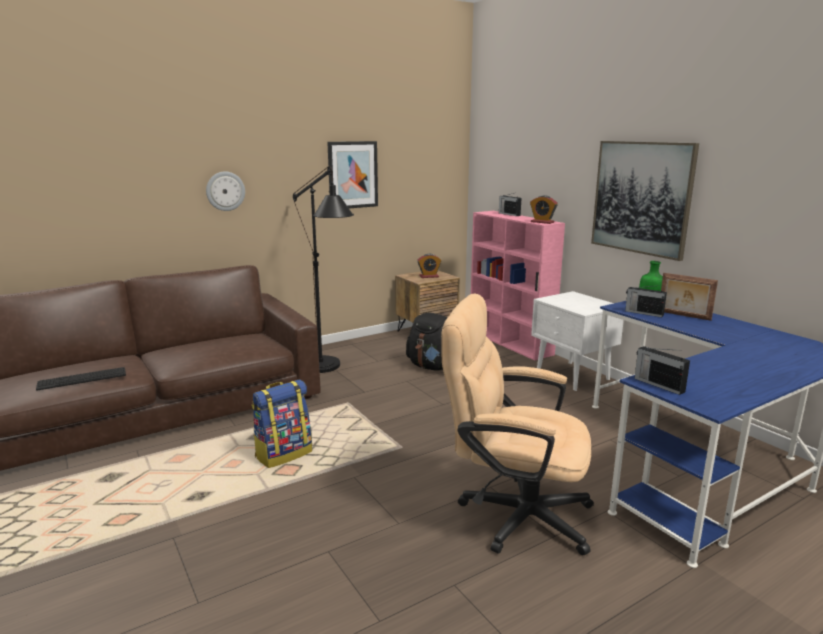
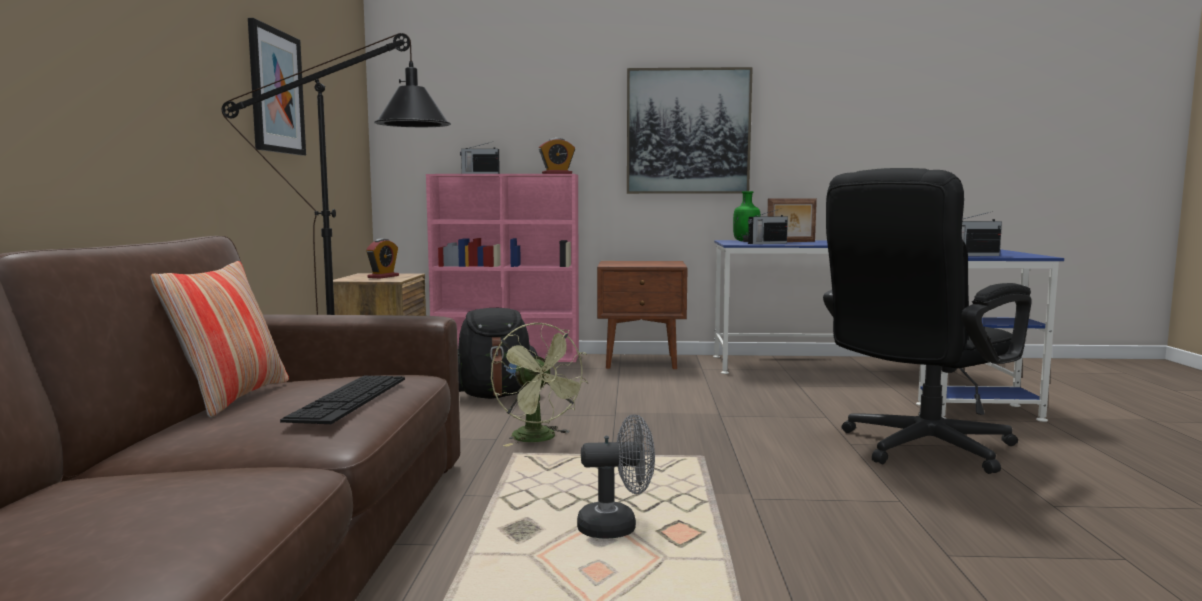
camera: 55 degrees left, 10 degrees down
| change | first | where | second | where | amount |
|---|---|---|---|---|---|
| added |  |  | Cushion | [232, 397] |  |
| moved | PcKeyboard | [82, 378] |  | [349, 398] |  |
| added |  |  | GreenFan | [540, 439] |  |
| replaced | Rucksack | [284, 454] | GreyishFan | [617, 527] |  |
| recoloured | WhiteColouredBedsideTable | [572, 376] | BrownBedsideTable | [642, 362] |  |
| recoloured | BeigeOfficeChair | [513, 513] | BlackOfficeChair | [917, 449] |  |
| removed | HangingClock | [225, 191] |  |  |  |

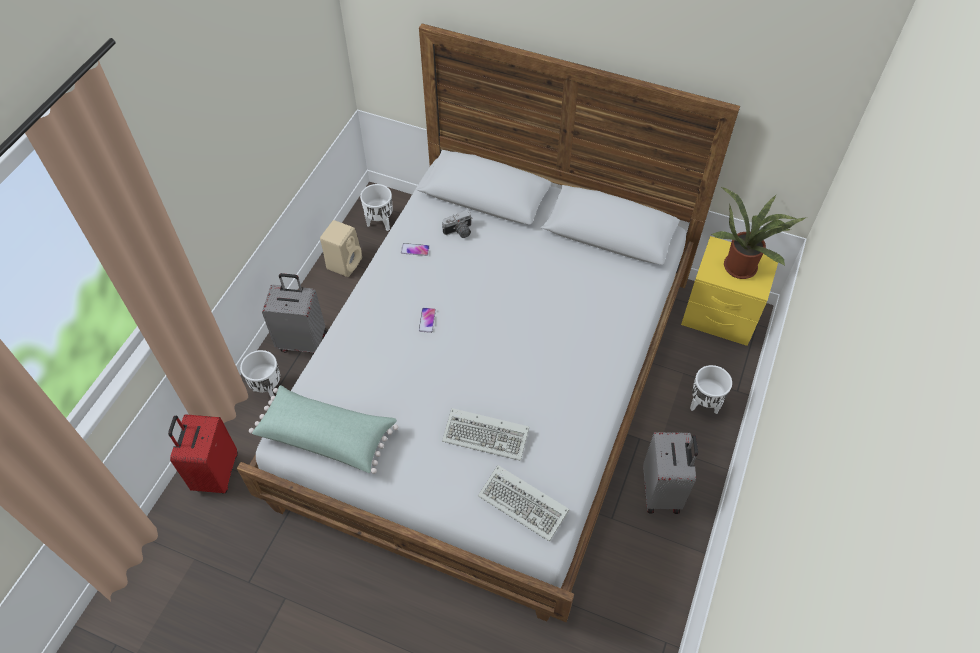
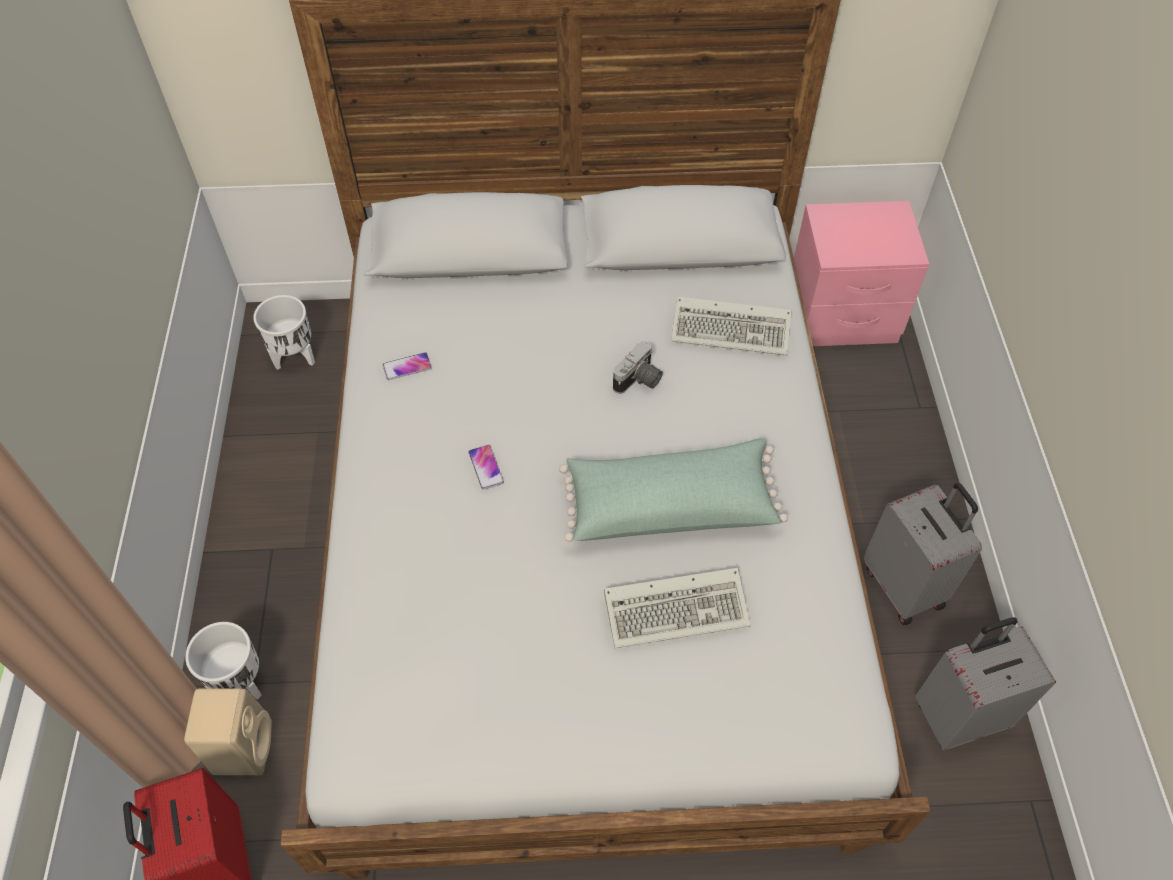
camera: 25 degrees left, 0 degrees up
| change | first | where | second | where | amount |
|---|---|---|---|---|---|
| moved | BeigeLoudspeaker | [344, 262] |  | [242, 745] |  |
| moved | GreenCushion | [327, 435] |  | [669, 504] |  |
| moved | StillCamera | [459, 232] |  | [639, 381] |  |
| moved | PcKeyboard | [525, 504] |  | [733, 329] |  |
| recoloured | YellowColouredBedsideTable | [720, 315] | PinkishBedsideTable | [841, 316] |  |
| moved | GreyishPieceOfLuggage | [303, 341] |  | [959, 714] |  |
| removed | WhiteColouredFlowerPot | [703, 404] |  |  |  |
| removed | PlantInAPot | [742, 265] |  |  |  |

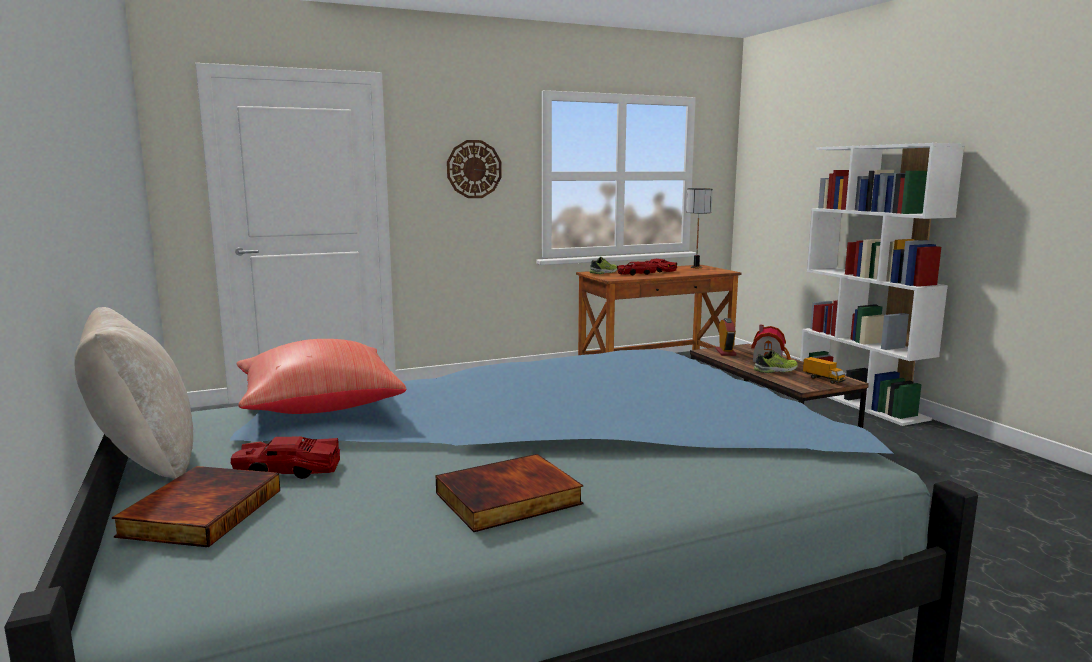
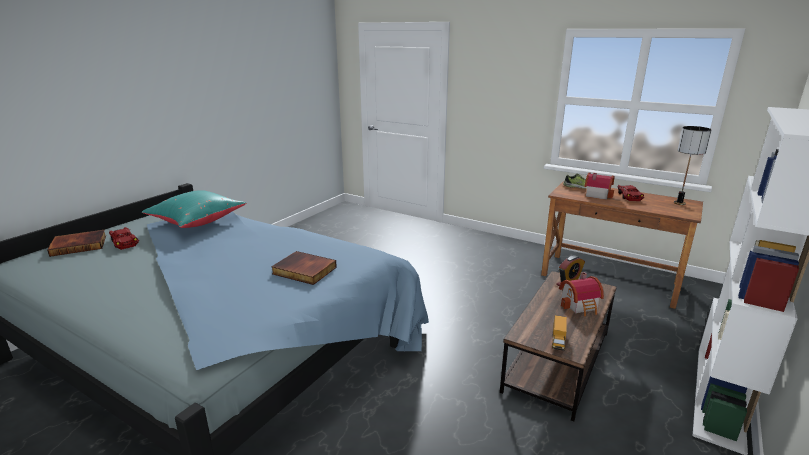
camera: 55 degrees right, 10 degrees up
| change | first | where | second | where | amount |
|---|---|---|---|---|---|
| recoloured | ReddishCushion | [318, 407] | TurquoiseColouredCushion | [196, 222] |  |
| moved | Book | [508, 500] |  | [303, 271] |  |
| replaced | ReddishToyCar | [636, 274] | ModelHouse | [597, 194] |  |
| removed | BeigeCushion | [144, 459] |  |  |  |
| removed | HangingClock | [474, 169] |  |  |  |
| removed | ItemOfFootwear | [776, 370] |  |  |  |

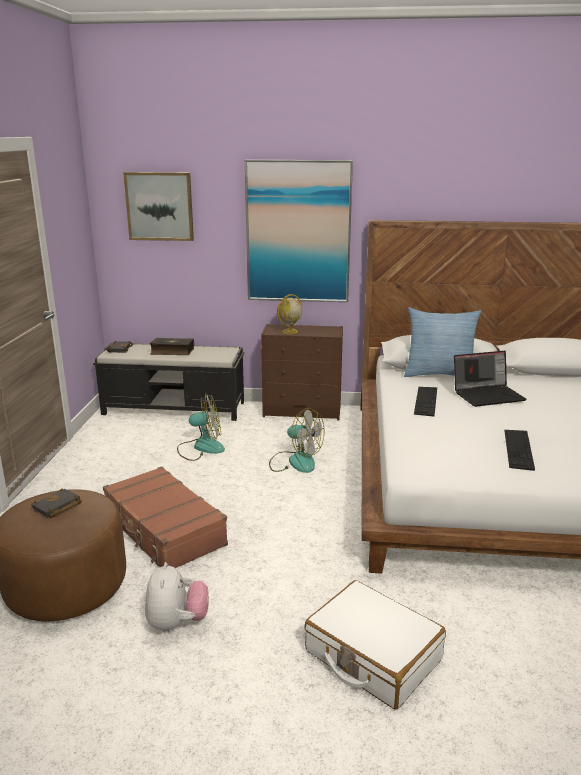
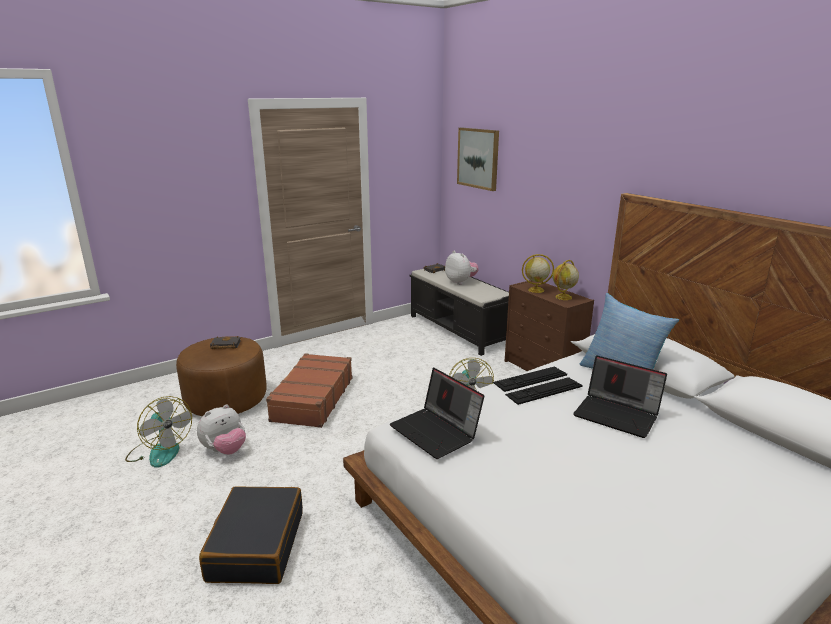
camera: 50 degrees right, 0 degrees up
| change | first | where | second | where | amount |
|---|---|---|---|---|---|
| moved | Fan | [201, 447] |  | [160, 451] |  |
| recoloured | WhiteColouredPieceOfLuggage | [372, 656] | BlackPieceOfLuggage | [256, 545] |  |
| added |  |  | Laptop | [436, 432] |  |
| replaced | Book | [172, 351] | PlushToy | [461, 282] |  |
| moved | PcKeyboard | [518, 449] |  | [530, 378] |  |
| added |  |  | DeskGlobe | [563, 297] |  |
| removed | Picture | [298, 232] |  |  |  |

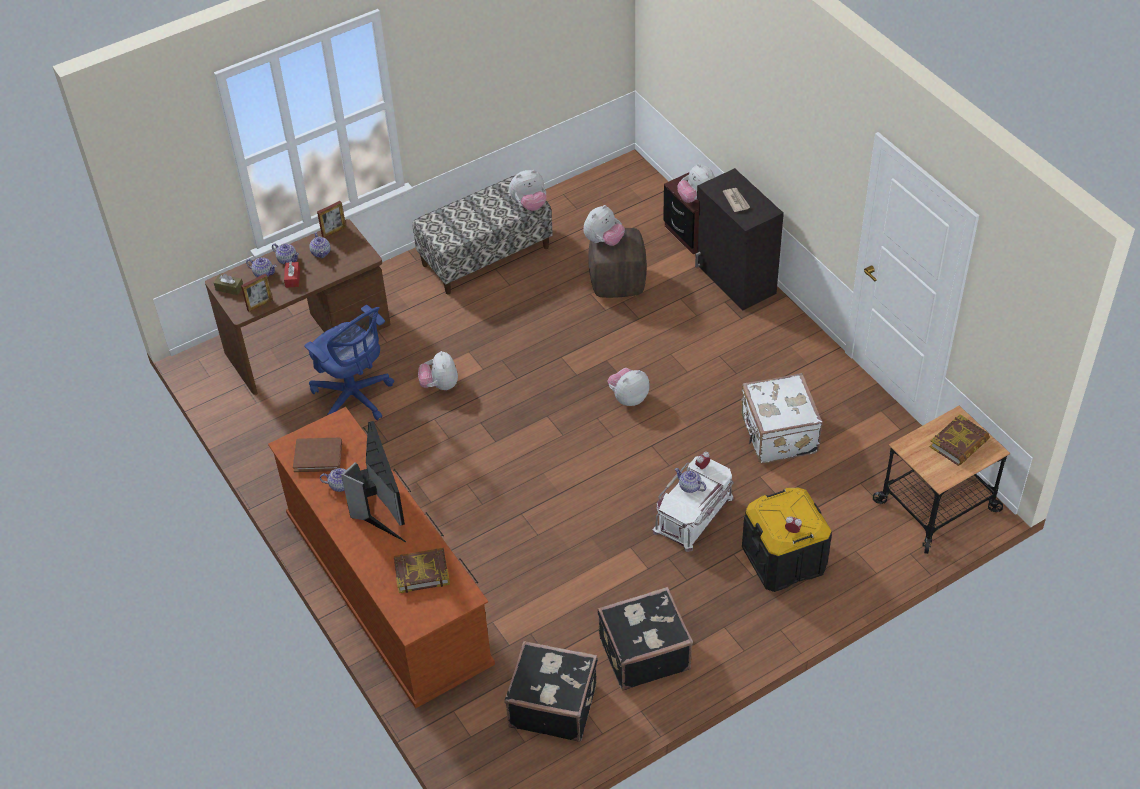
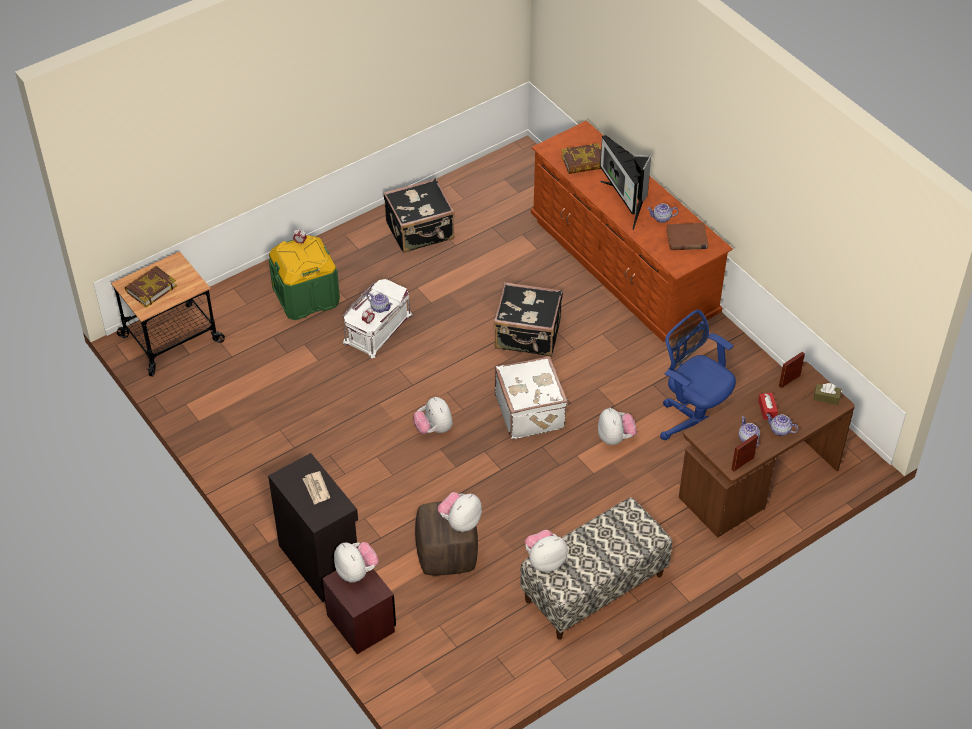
camera: 175 degrees right, 0 degrees up
| change | first | where | second | where | amount |
|---|---|---|---|---|---|
| recoloured | BlackStorageBin | [783, 559] | GreenStorageBin | [306, 296] |  |
| turned | PlushToy | [628, 398] |  | [434, 429] | 105 degrees clockwise |
| moved | BlackPieceOfLuggage | [553, 704] |  | [528, 335] |  |
| moved | WhiteColouredPieceOfLuggage | [777, 435] |  | [531, 411] |  |
| removed | TeaPot | [263, 273] |  |  |  |

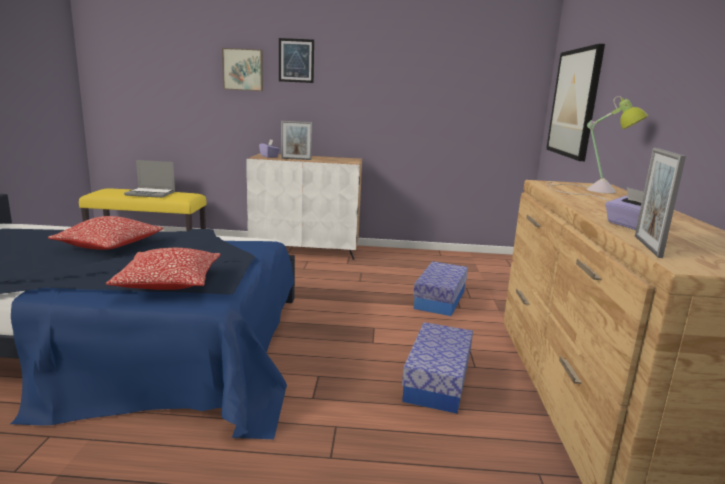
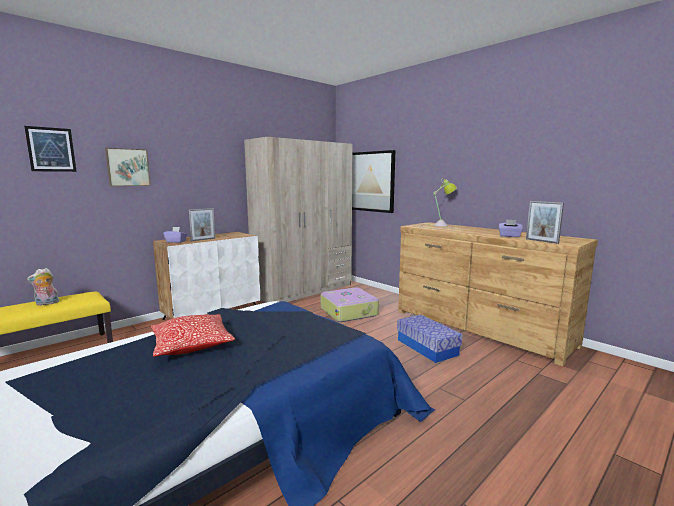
camera: 45 degrees left, 5 degrees down
| change | first | where | second | where | amount |
|---|---|---|---|---|---|
| moved | Picture | [296, 60] |  | [51, 149] |  |
| replaced | Laptop | [151, 193] | PlushToy | [46, 303] |  |
| added |  |  | BeigeWardrobe | [304, 290] |  |
| replaced | StorageBin | [440, 299] | PieceOfLuggage | [349, 311] |  |
| removed | Cushion | [169, 283] |  |  |  |

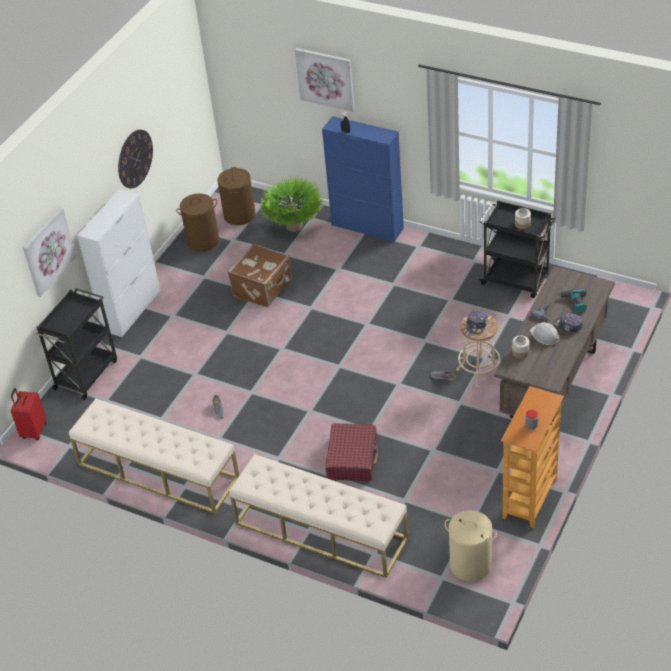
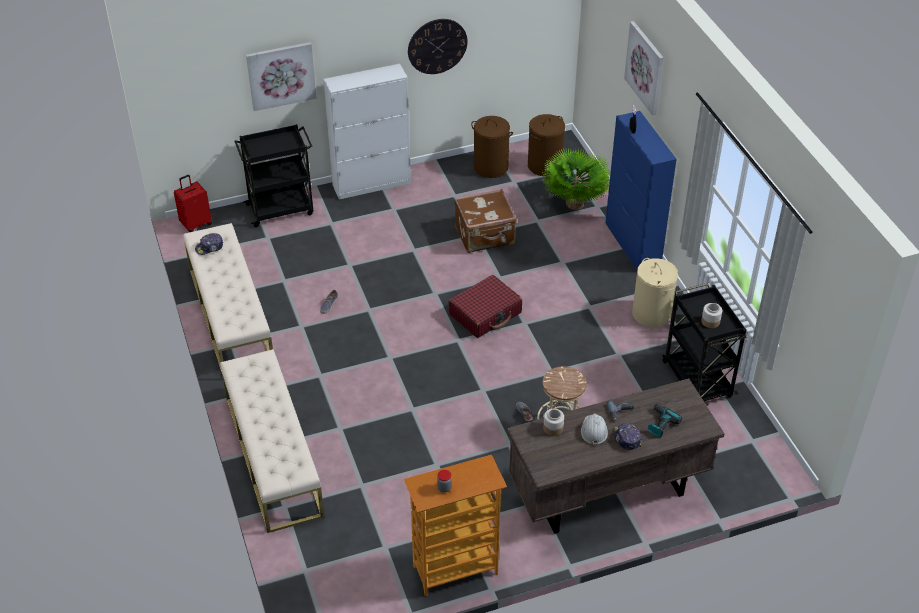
camera: 40 degrees right, 0 degrees up
| change | first | where | second | where | amount |
|---|---|---|---|---|---|
| moved | PeakedCap | [477, 324] |  | [209, 247] |  |
| moved | ReddishPieceOfLuggage | [352, 458] |  | [485, 313] |  |
| moved | BeigeHamper | [471, 564] |  | [651, 314] |  |

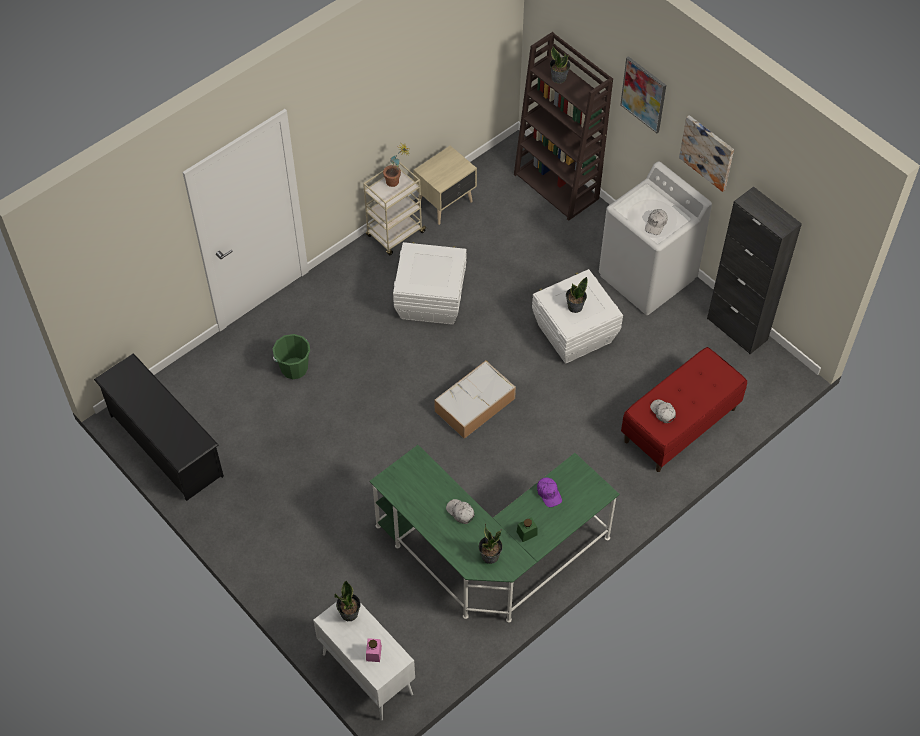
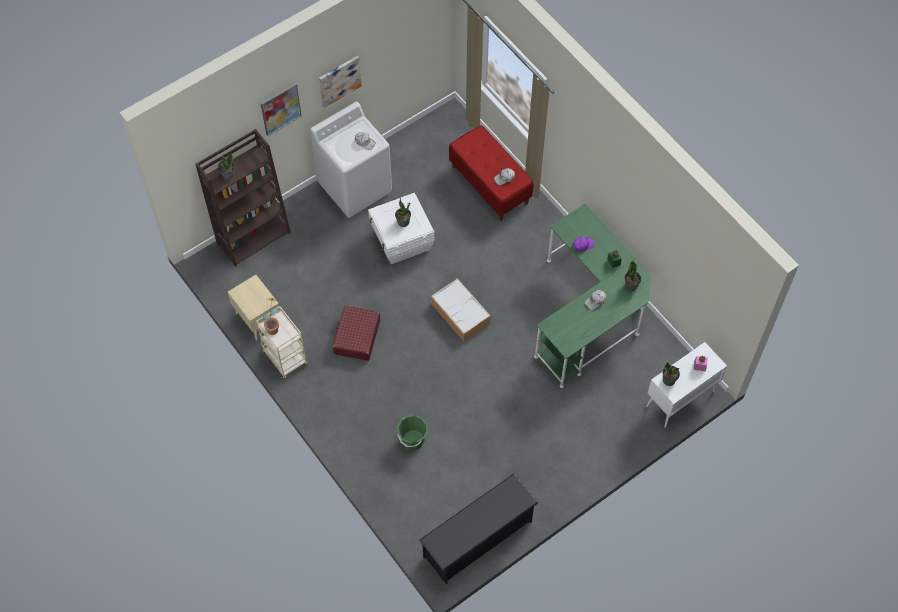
camera: 85 degrees left, 5 degrees up
| change | first | where | second | where | amount |
|---|---|---|---|---|---|
| replaced | WhiteColouredStorageBin | [430, 300] | ReddishPieceOfLuggage | [356, 337] |  |
| removed | BlackCupboard | [737, 329] |  |  |  |

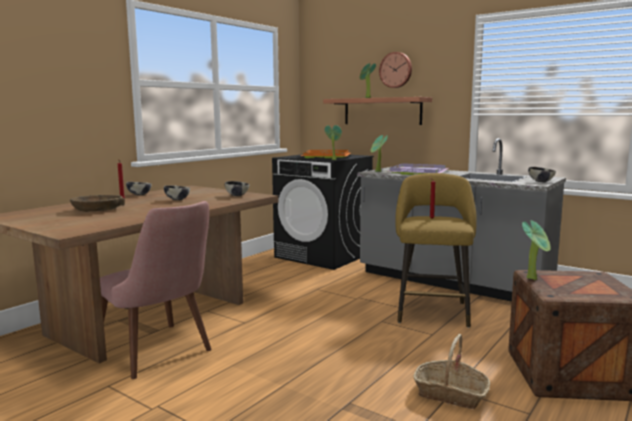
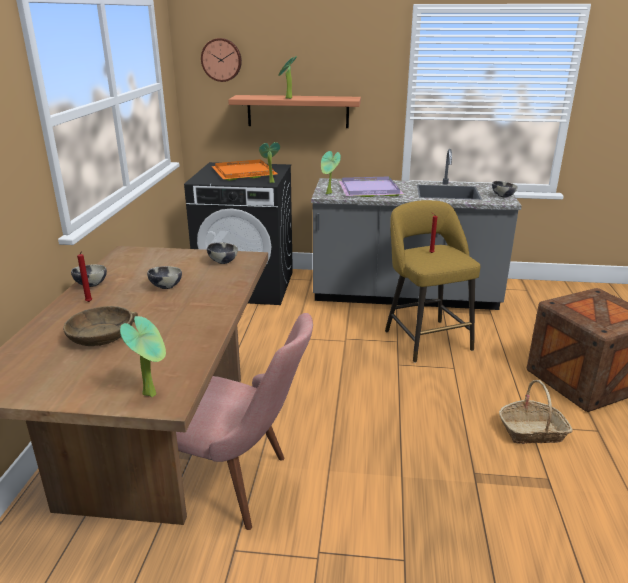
camera: 30 degrees left, 15 degrees up
| change | first | where | second | where | amount |
|---|---|---|---|---|---|
| moved | PlantInAPot | [534, 278] |  | [152, 393] |  |
| moved | HangingClock | [396, 70] |  | [221, 60] |  |

